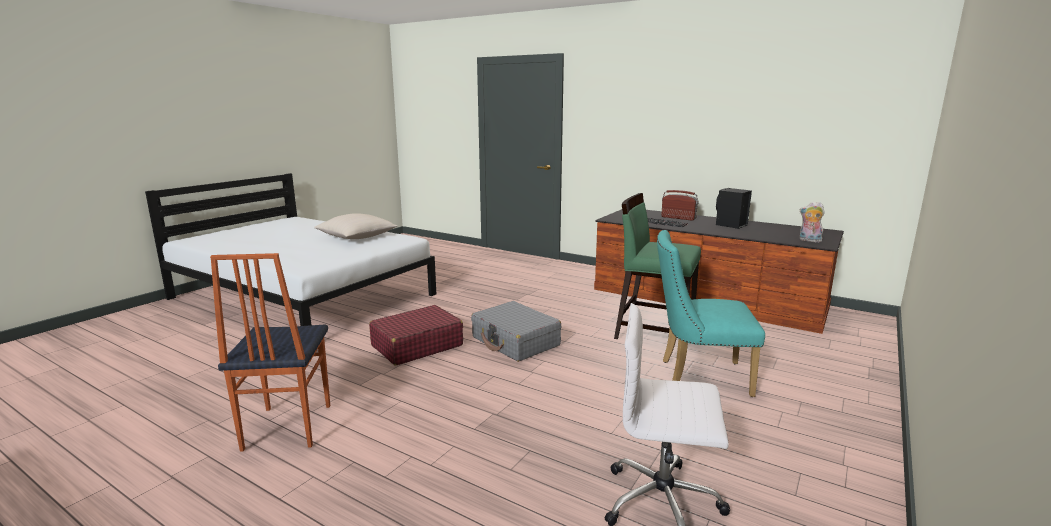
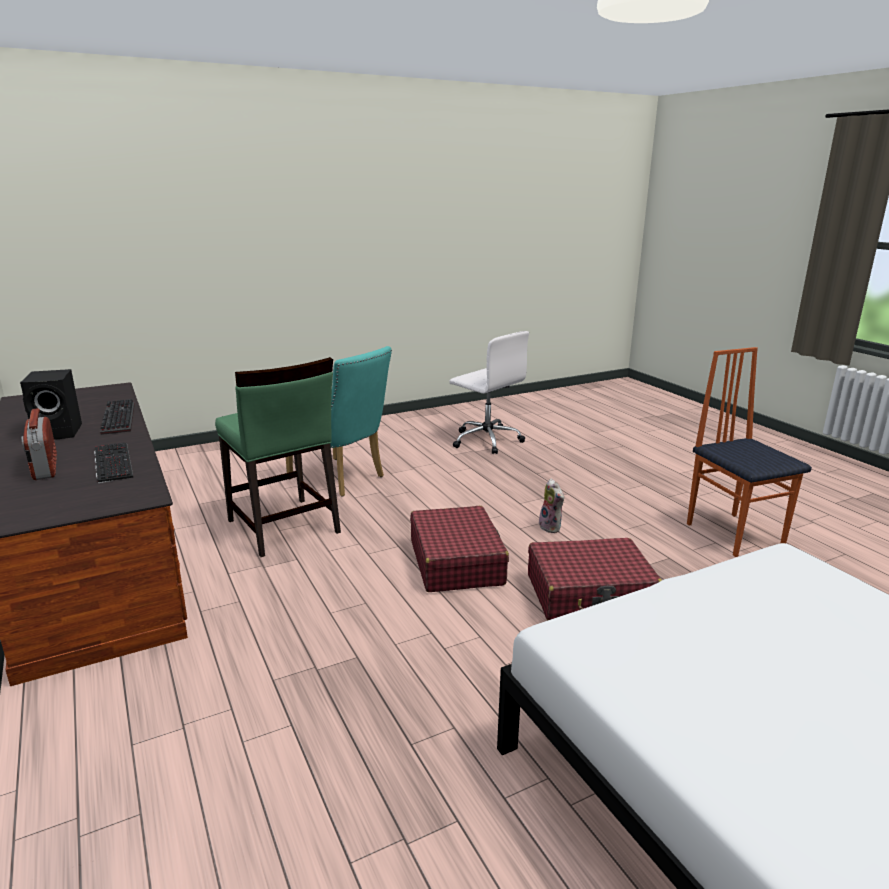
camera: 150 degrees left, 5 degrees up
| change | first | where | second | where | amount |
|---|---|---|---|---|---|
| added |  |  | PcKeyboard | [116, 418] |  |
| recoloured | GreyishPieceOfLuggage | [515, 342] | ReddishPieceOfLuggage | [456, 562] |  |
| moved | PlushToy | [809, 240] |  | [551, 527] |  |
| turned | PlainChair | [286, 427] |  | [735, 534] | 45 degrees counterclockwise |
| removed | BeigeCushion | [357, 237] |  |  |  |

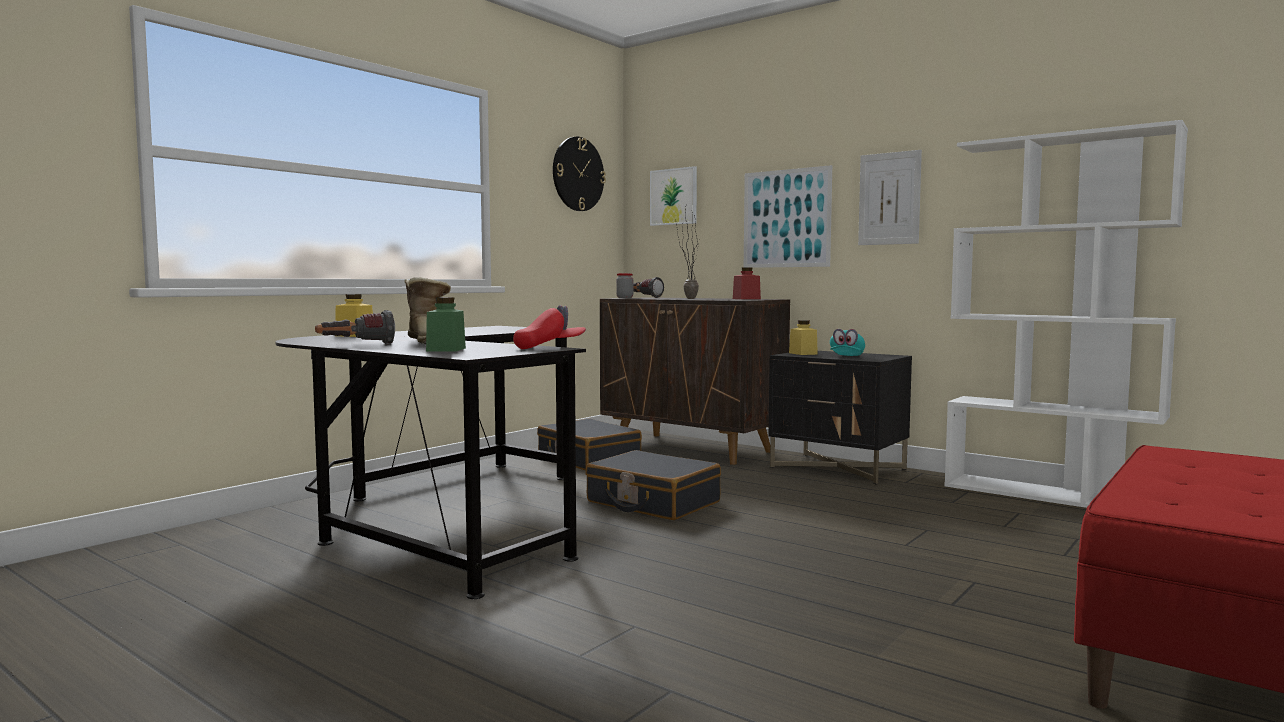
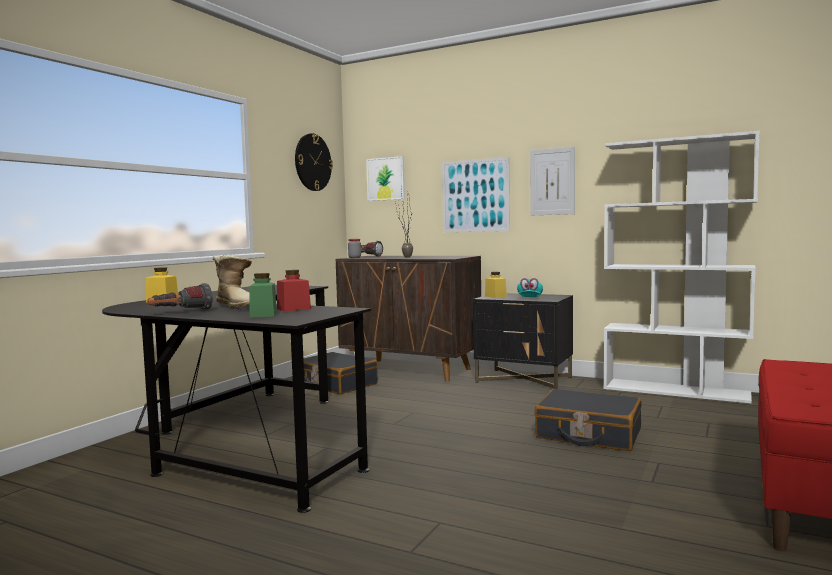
camera: 10 degrees left, 0 degrees up
| change | first | where | second | where | amount |
|---|---|---|---|---|---|
| moved | ReddishJar | [746, 299] |  | [293, 309] |  |
| moved | BlackPieceOfLuggage | [652, 502] |  | [588, 434] |  |
| removed | ReddishPeakedCap | [549, 348] |  |  |  |

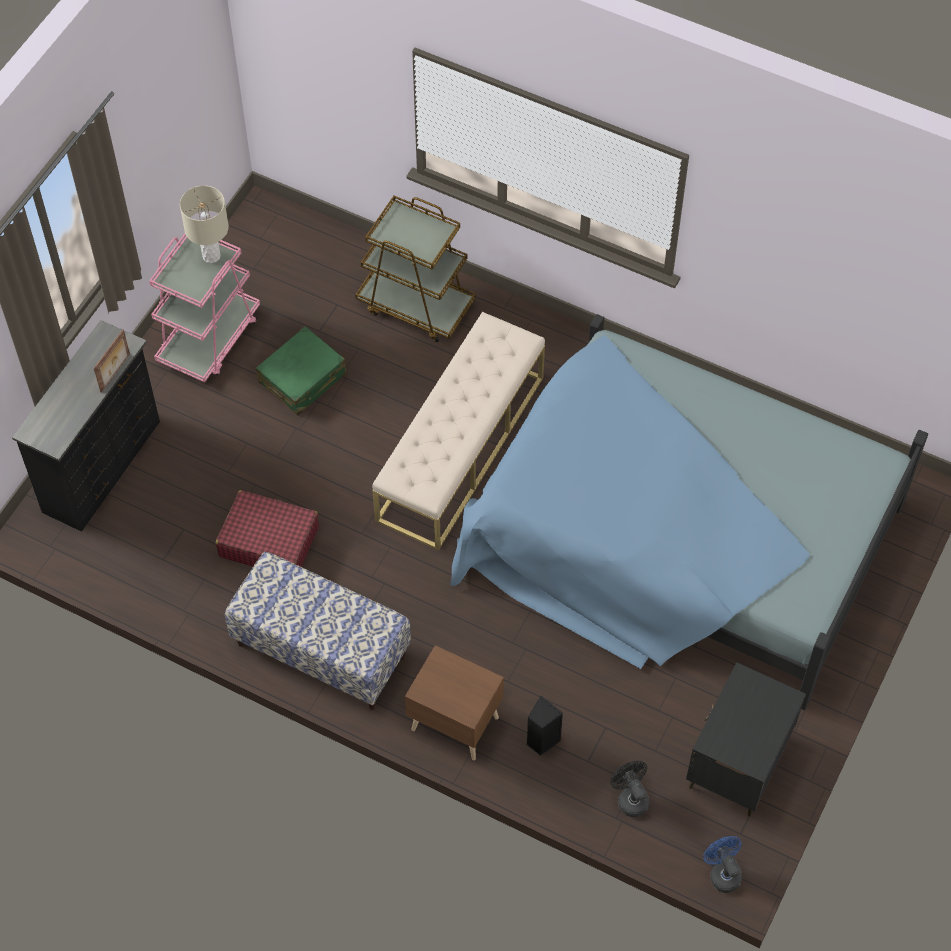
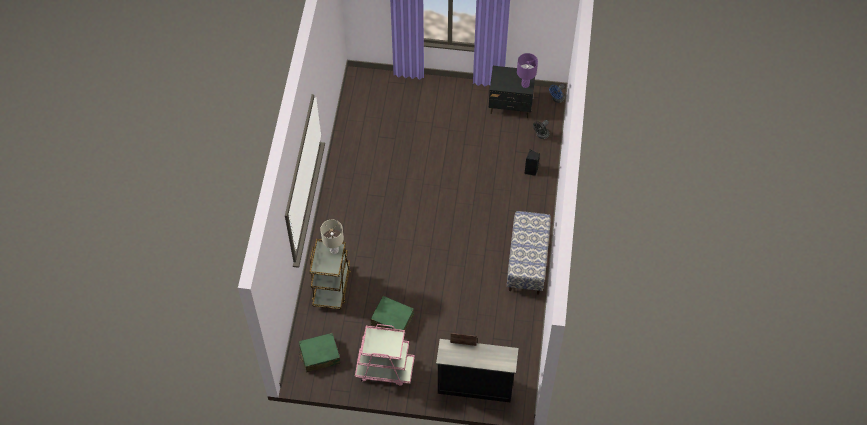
camera: 110 degrees left, 0 degrees up
| change | first | where | second | where | amount |
|---|---|---|---|---|---|
| added |  |  | GreenPieceOfLuggage | [319, 355] |  |
| moved | BeigeTableLamp | [211, 256] |  | [334, 250] |  |
| added |  |  | PurpleColouredTableLamp | [525, 84] |  |
| removed | ReddishPieceOfLuggage | [268, 541] |  |  |  |
| removed | BeigeLongSeat | [460, 448] |  |  |  |
| removed | BrownBedsideTable | [454, 721] |  |  |  |
| removed | BlueColouredSleepingBed | [678, 537] |  |  |  |

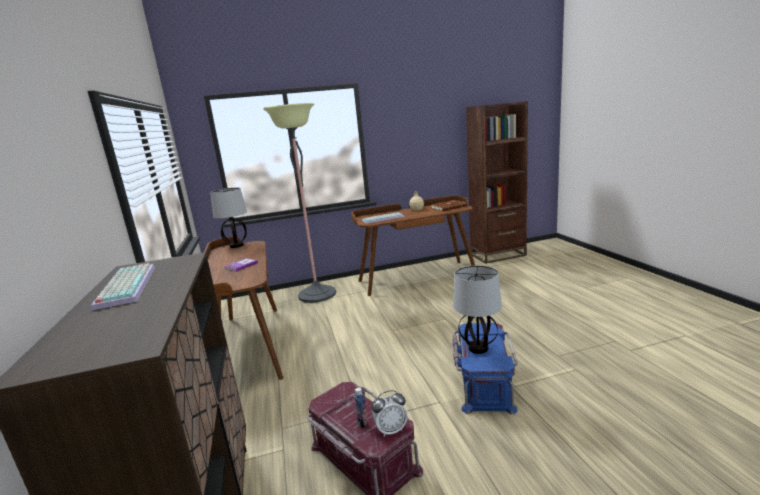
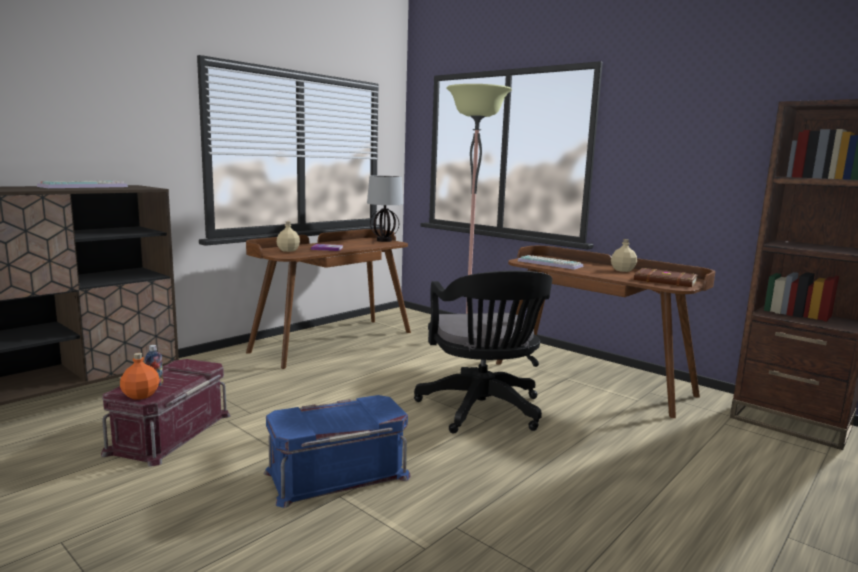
camera: 55 degrees right, 5 degrees down
| change | first | where | second | where | amount |
|---|---|---|---|---|---|
| replaced | TableClock | [391, 430] | OrangeyBeverageBottle | [141, 395] |  |
| added |  |  | BeigeBeverageBottle | [288, 250] |  |
| added |  |  | BlackOfficeChair | [483, 411] |  |
| removed | TableLamp | [478, 348] |  |  |  |

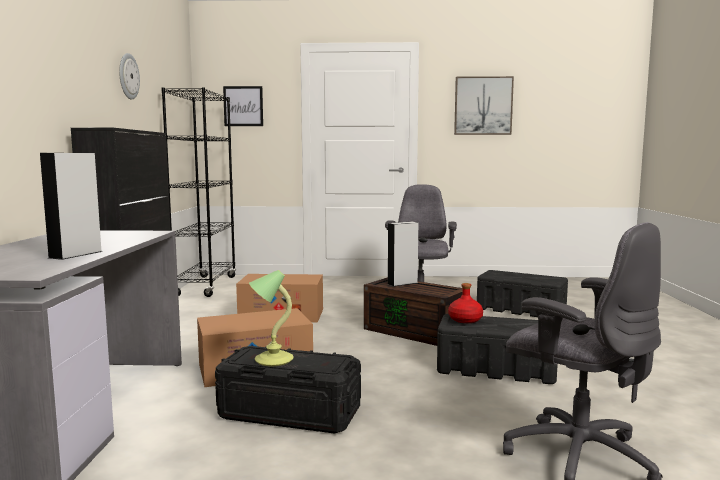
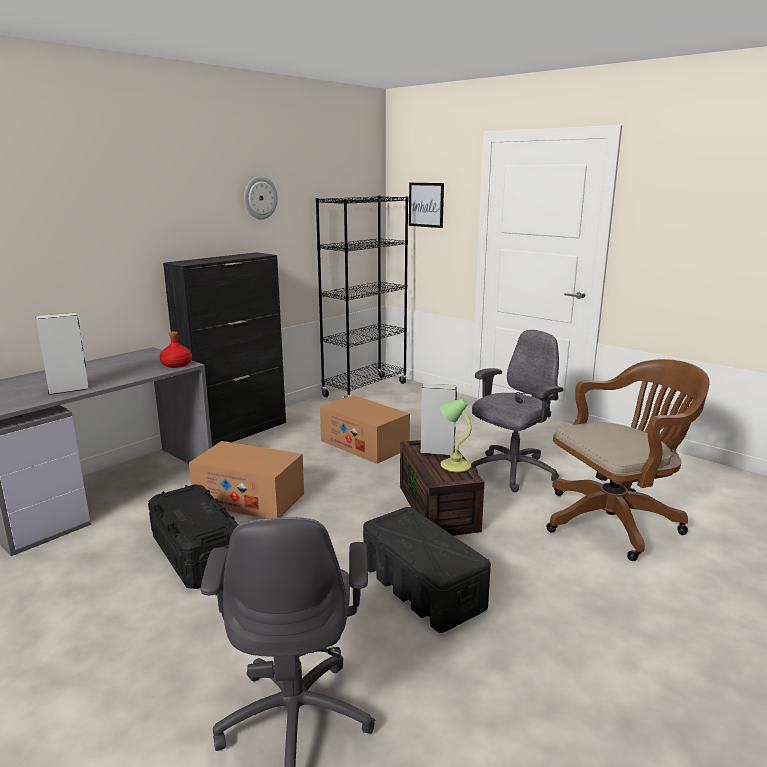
camera: 40 degrees right, 10 degrees up
| change | first | where | second | where | amount |
|---|---|---|---|---|---|
| moved | ReddishBeverageBottle | [465, 320] |  | [176, 364] |  |
| moved | TableLamp | [272, 360] |  | [454, 465] |  |
| replaced | BlackStorageBin | [521, 310] | BrownOfficeChair | [616, 520] |  |
| removed | Picture | [483, 106] |  |  |  |

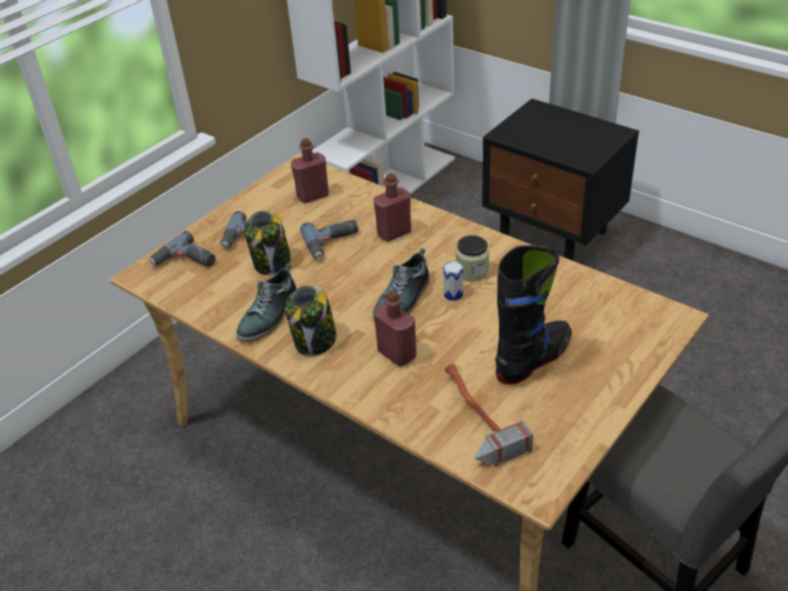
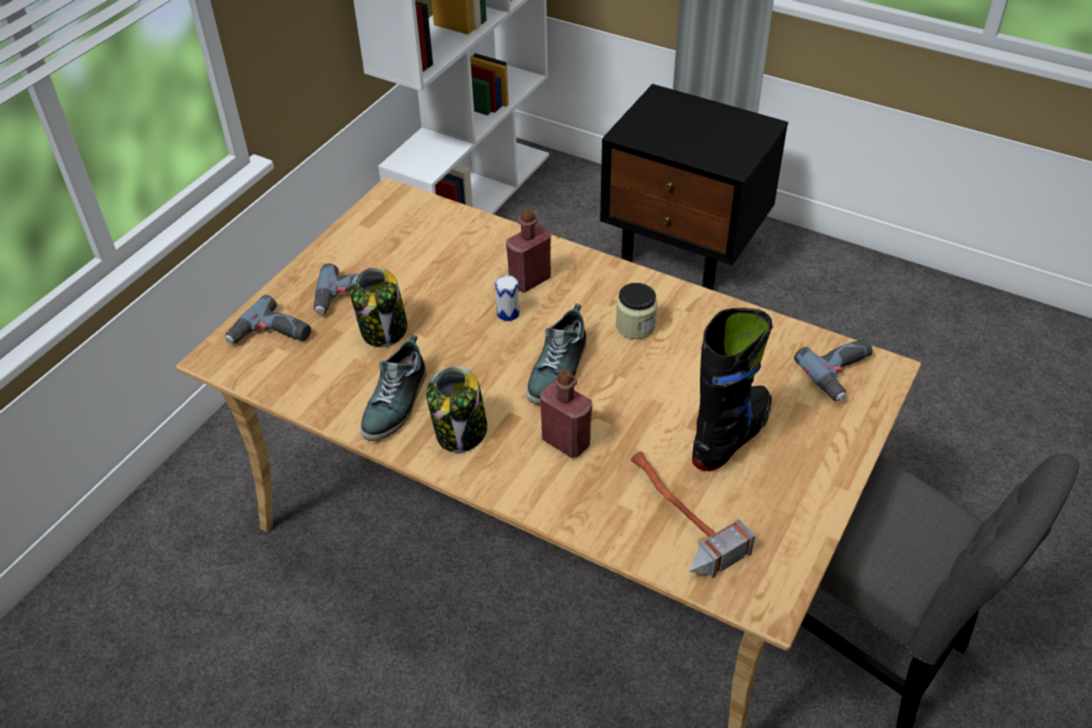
camera: 10 degrees left, 5 degrees up
| change | first | where | second | where | amount |
|---|---|---|---|---|---|
| moved | MetalCan | [453, 294] |  | [508, 313] |  |
| moved | Drill | [333, 243] |  | [842, 374] |  |
| removed | ReddishBeverageBottle | [313, 196] |  |  |  |

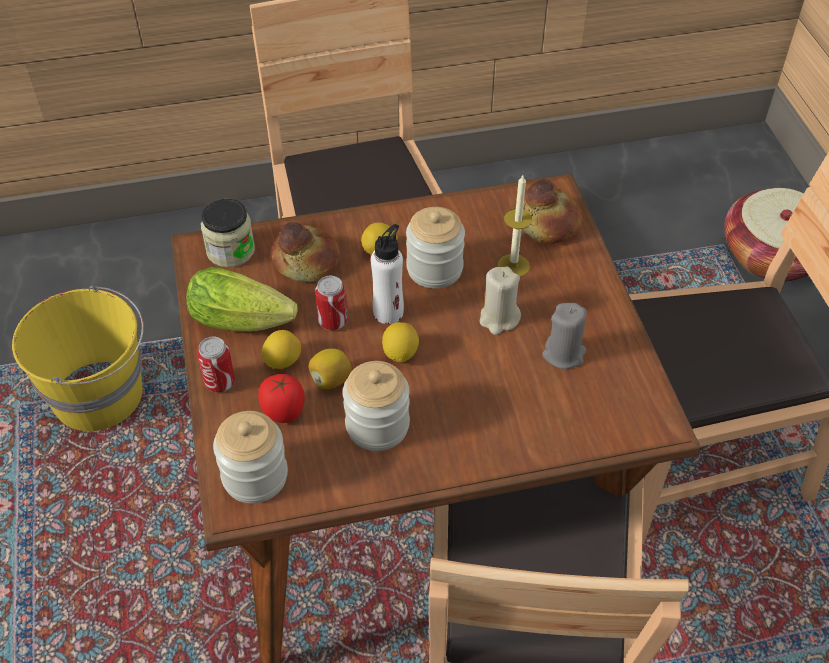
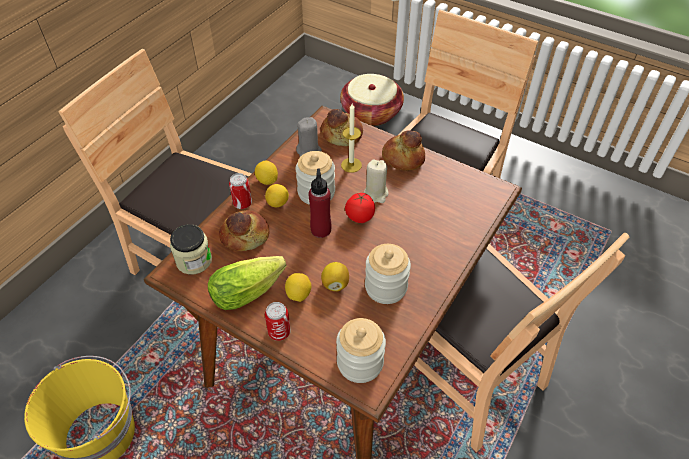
camera: 45 degrees left, 0 degrees up
| change | first | where | second | where | amount |
|---|---|---|---|---|---|
| moved | MetalCan | [333, 321] |  | [242, 203] |  |
| moved | CitrusFruit | [400, 353] |  | [267, 180] |  |
| moved | GreyishCandle | [564, 354] |  | [309, 151] |  |
| recoloured | WhiteColouredBeverageBottle | [388, 312] | ReddishBeverageBottle | [321, 229] |  |
| moved | FreshTomato | [283, 411] |  | [359, 217] |  |
| added |  |  | BakeryBread | [402, 158] |  |

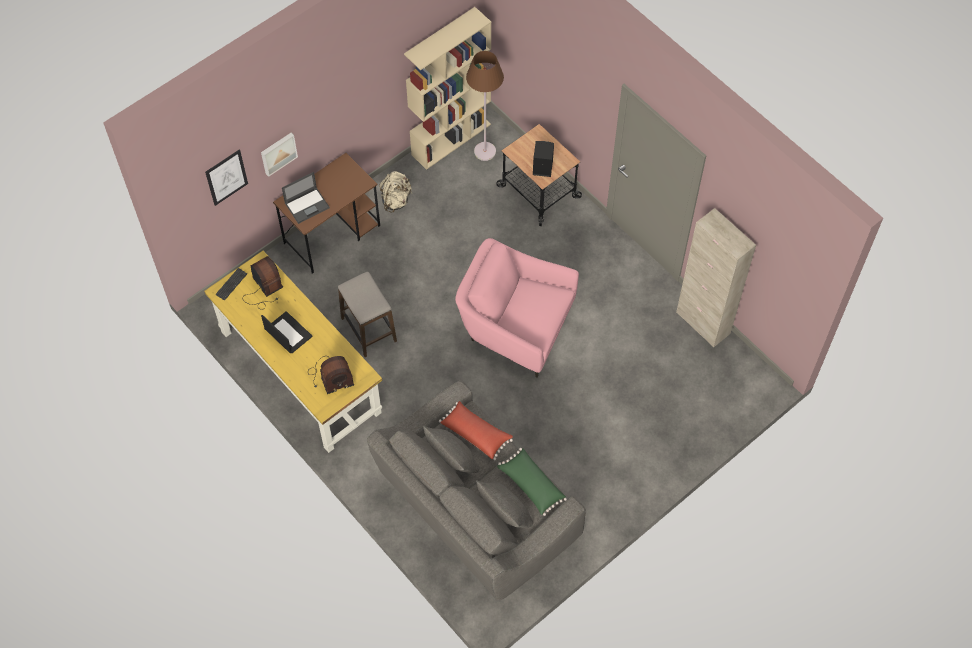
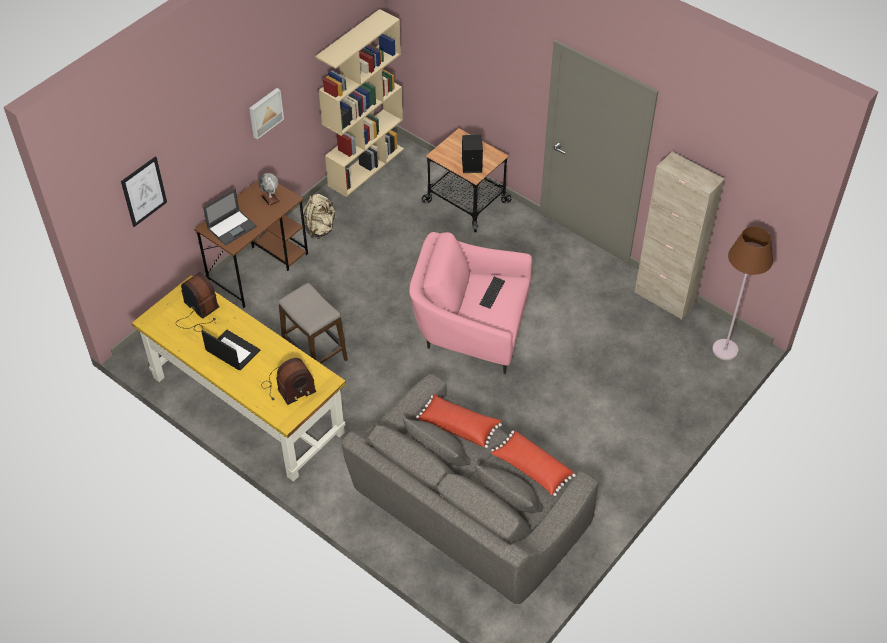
camera: 10 degrees left, 10 degrees down
| change | first | where | second | where | amount |
|---|---|---|---|---|---|
| moved | Picture | [278, 153] |  | [265, 112] |  |
| added |  |  | DeskGlobe | [270, 198] |  |
| moved | PcKeyboard | [231, 284] |  | [492, 293] |  |
| recoloured | GreenCushion | [531, 485] | ReddishCushion | [532, 469] |  |
| moved | BrownStandardLamp | [485, 151] |  | [725, 350] |  |

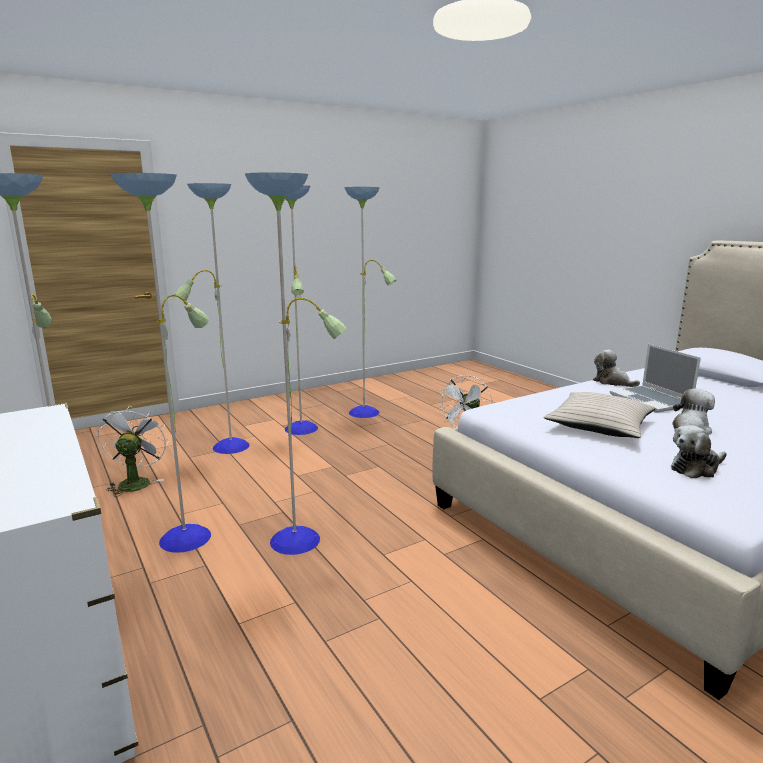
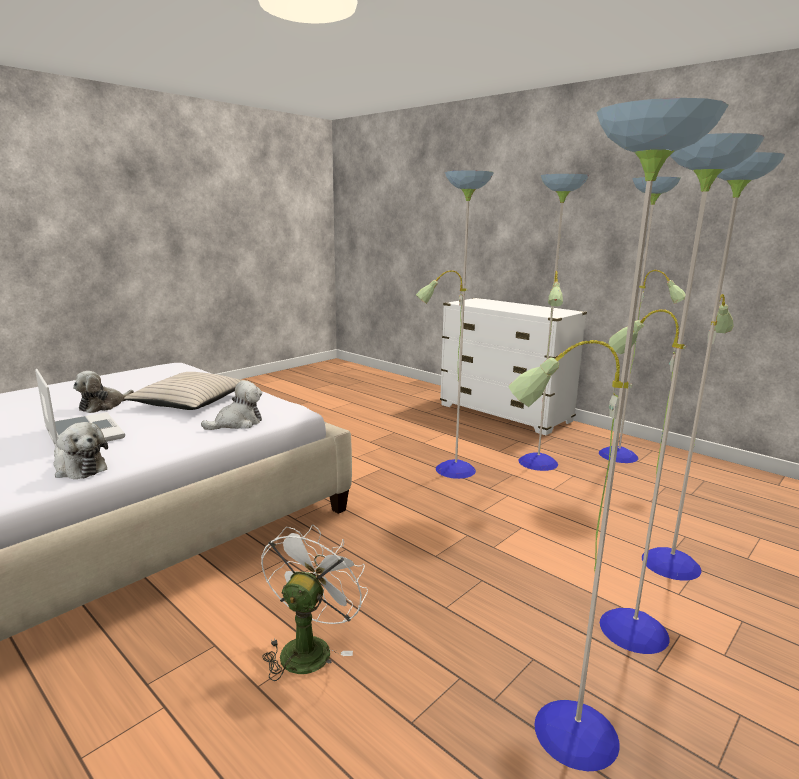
camera: 165 degrees right, 0 degrees up
| change | first | where | second | where | amount |
|---|---|---|---|---|---|
| moved | PlushToy | [696, 468] |  | [237, 423] |  |
| removed | WhiteColouredFan | [135, 482] |  |  |  |

